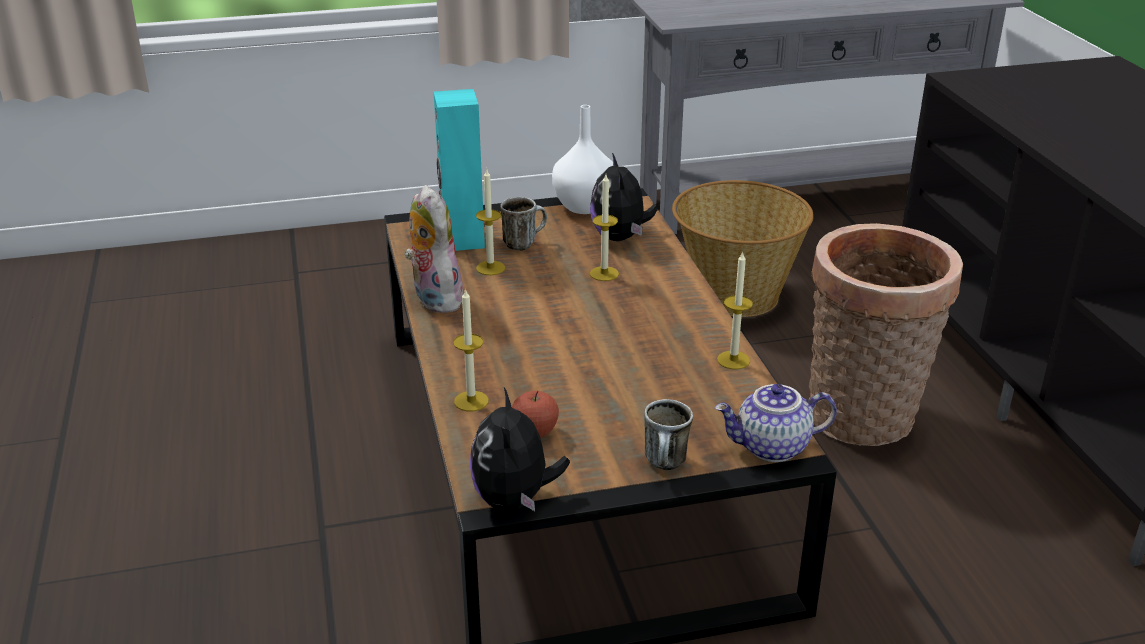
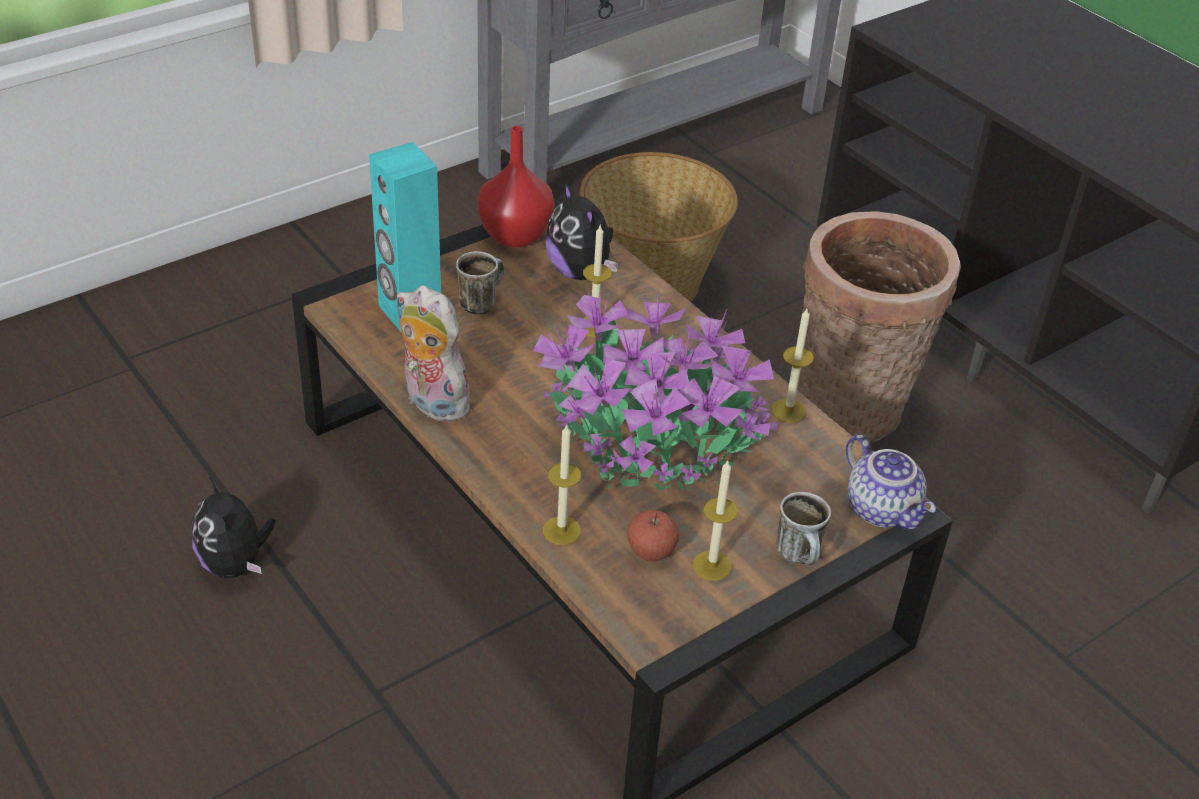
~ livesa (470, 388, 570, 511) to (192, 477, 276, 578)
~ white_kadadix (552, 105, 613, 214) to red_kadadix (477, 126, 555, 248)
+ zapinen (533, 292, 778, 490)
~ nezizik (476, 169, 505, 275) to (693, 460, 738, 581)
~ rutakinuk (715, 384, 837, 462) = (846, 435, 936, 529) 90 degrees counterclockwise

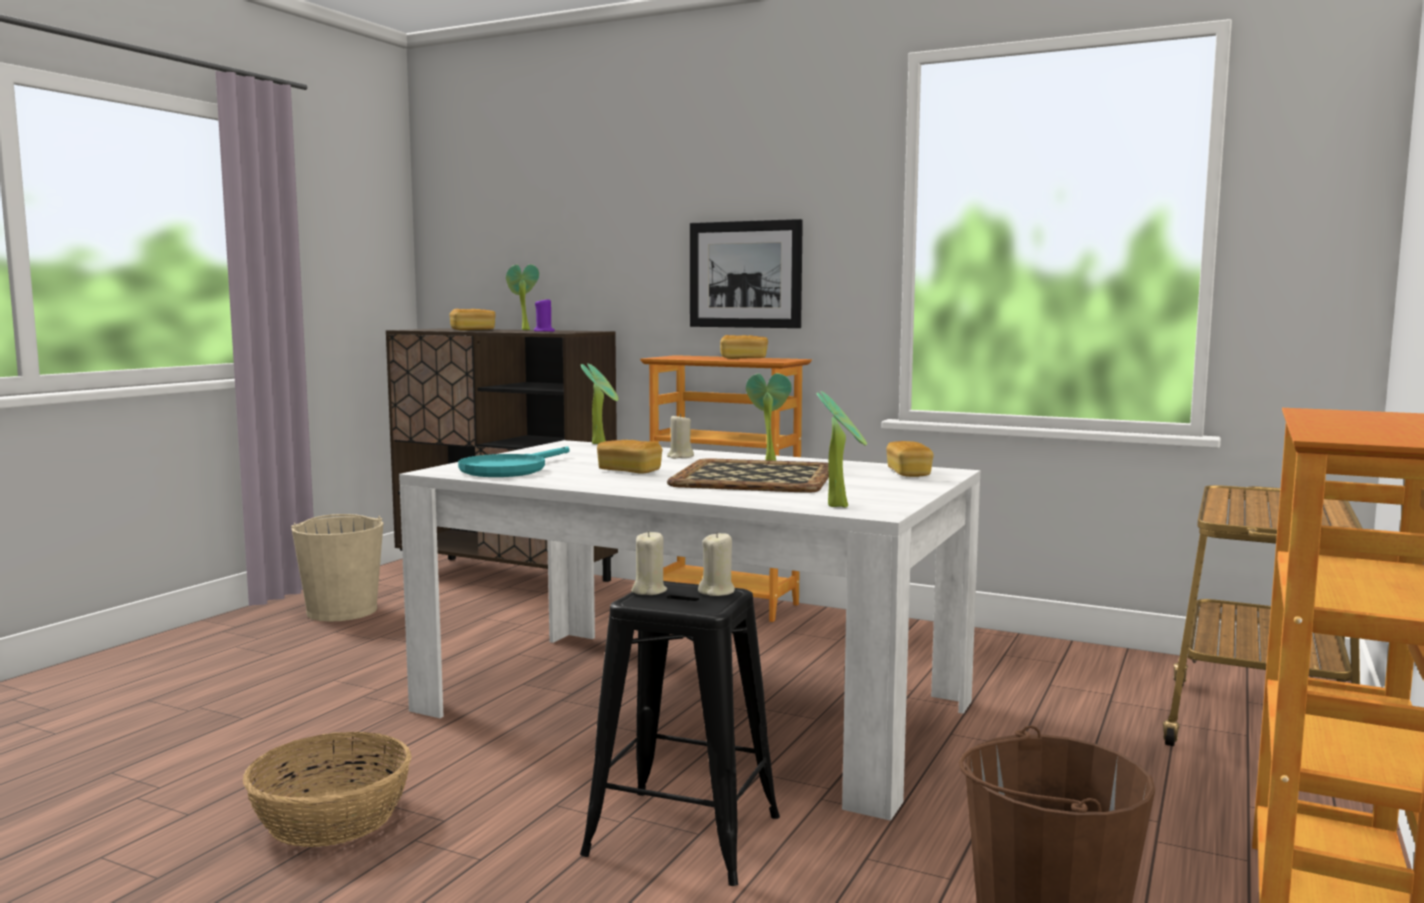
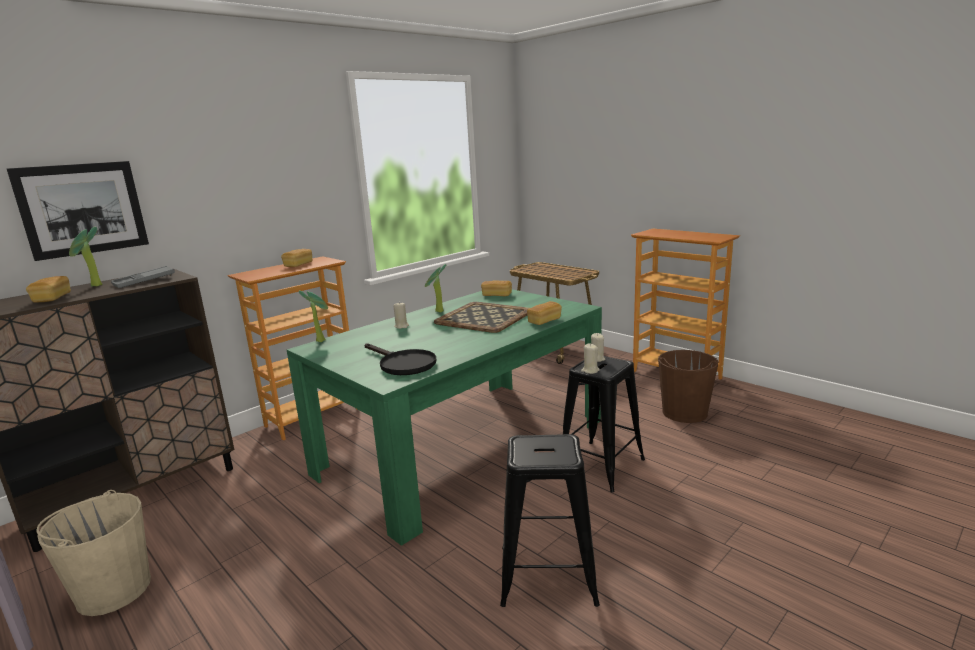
~ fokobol (690, 219, 803, 328) to (7, 161, 149, 261)
~ purple_nezizik (534, 298, 555, 332) to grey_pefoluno (111, 266, 175, 288)
~ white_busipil (399, 440, 980, 821) to green_busipil (287, 289, 602, 546)
~ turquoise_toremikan (458, 446, 569, 477) to black_toremikan (365, 343, 436, 375)
~ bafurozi (243, 732, 412, 847) to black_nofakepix (500, 434, 600, 607)
~ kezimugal (597, 440, 662, 474) to (527, 301, 562, 325)
- zapinen (817, 391, 867, 508)

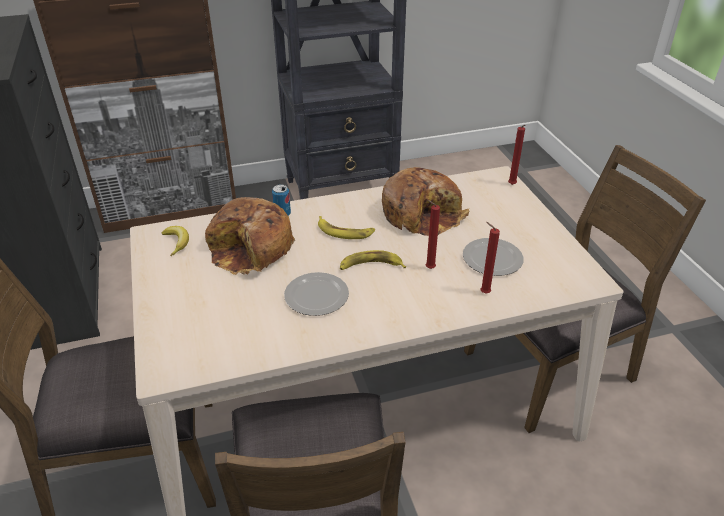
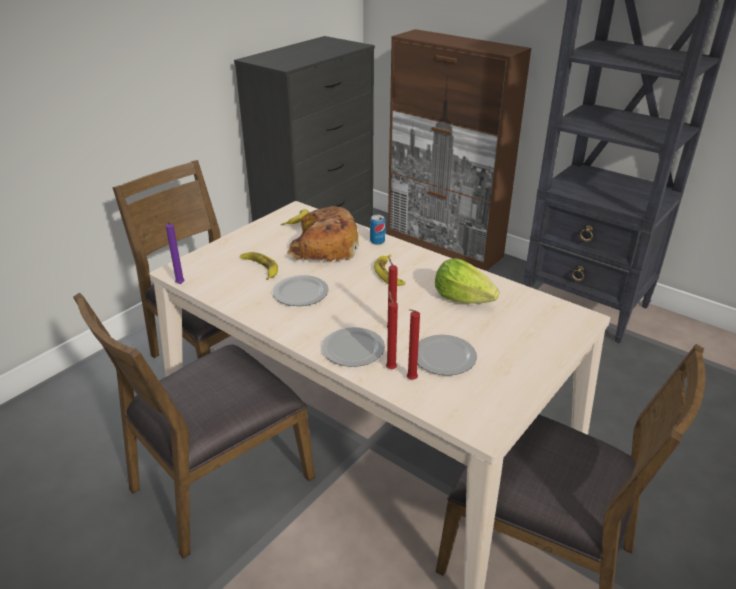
+ purple_nezizik (165, 222, 185, 284)
~ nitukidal (340, 250, 406, 270) to (240, 252, 278, 280)
+ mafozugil (322, 327, 385, 367)
~ red_nezizik (508, 125, 526, 185) to (407, 309, 420, 380)
~ kezimugal (382, 167, 470, 236) to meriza (435, 258, 499, 304)

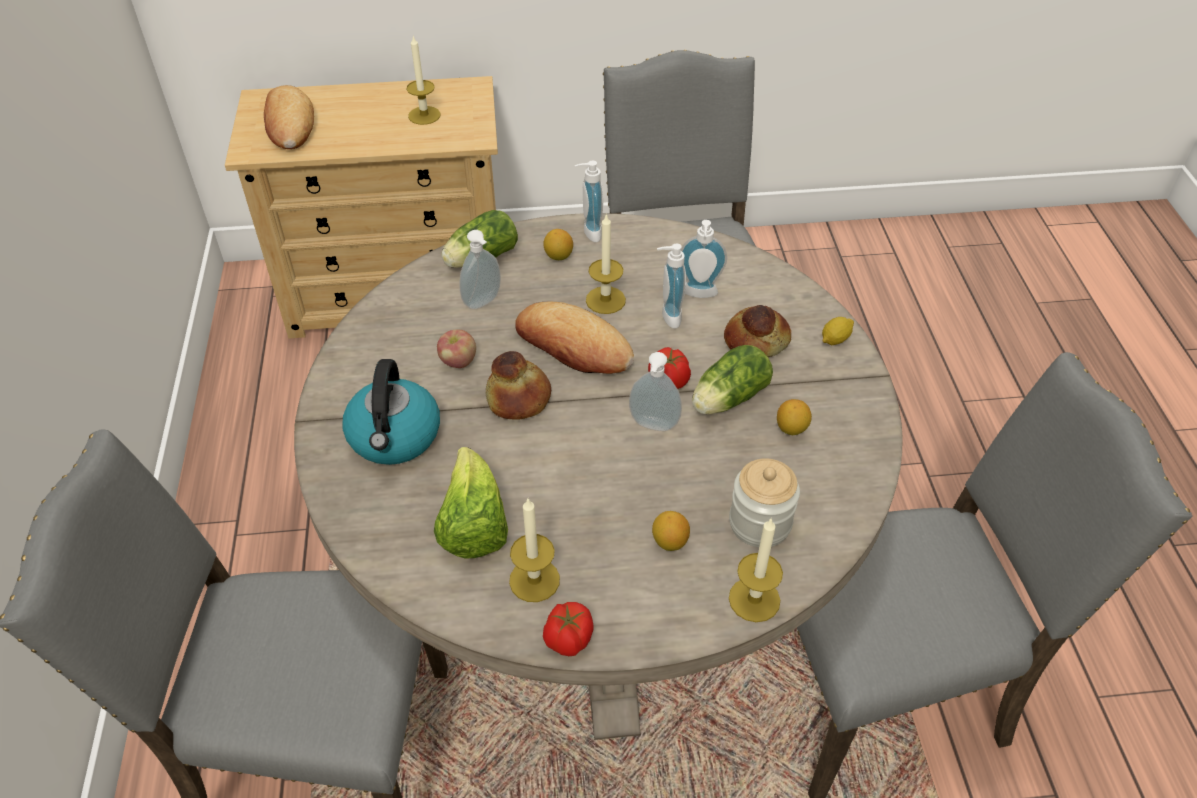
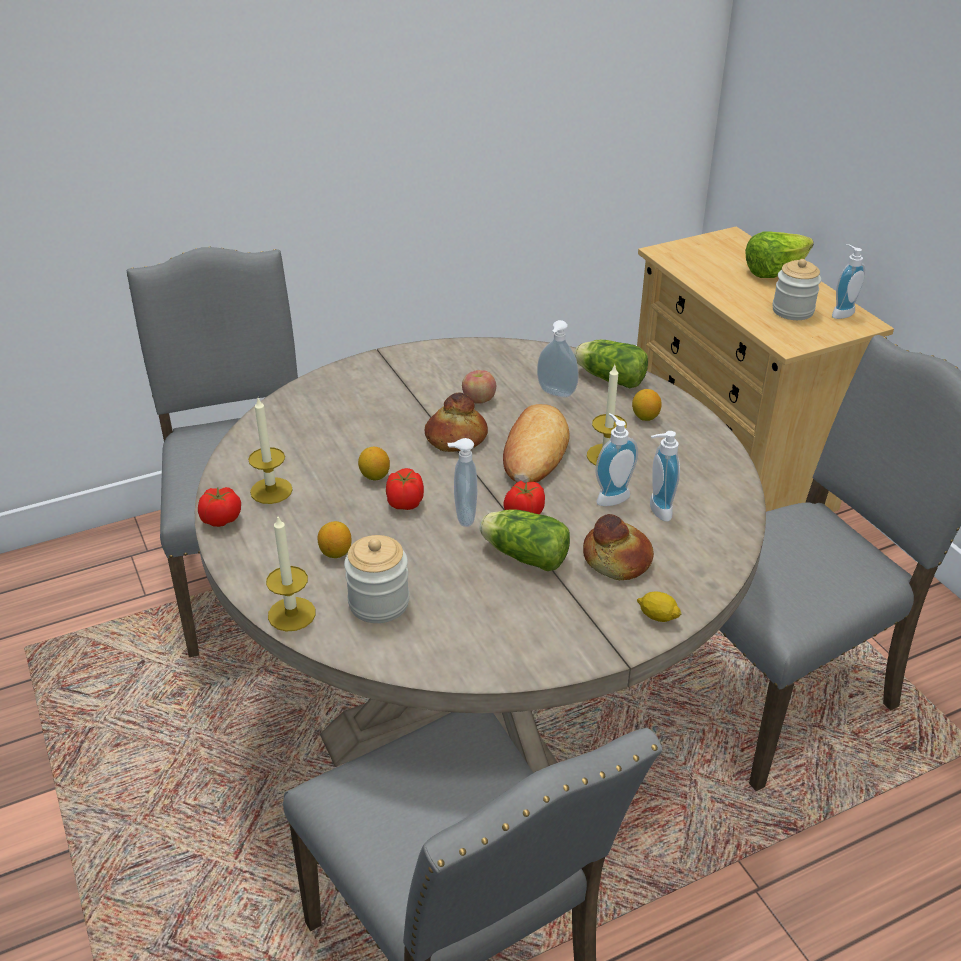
~ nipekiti (777, 399, 812, 435) to (358, 447, 390, 481)
+ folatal (386, 468, 424, 510)
~ meriza (434, 447, 508, 559) to (745, 231, 814, 278)
~ nezizik (407, 36, 441, 125) to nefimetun (772, 259, 821, 320)
~ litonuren (575, 160, 603, 242) to (832, 244, 865, 319)
- kezimugal (264, 85, 314, 149)
- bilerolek (342, 359, 440, 465)

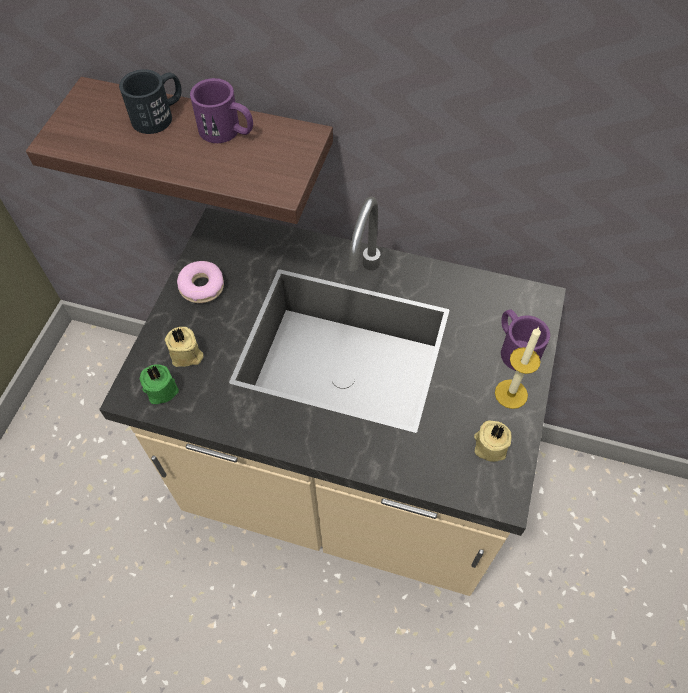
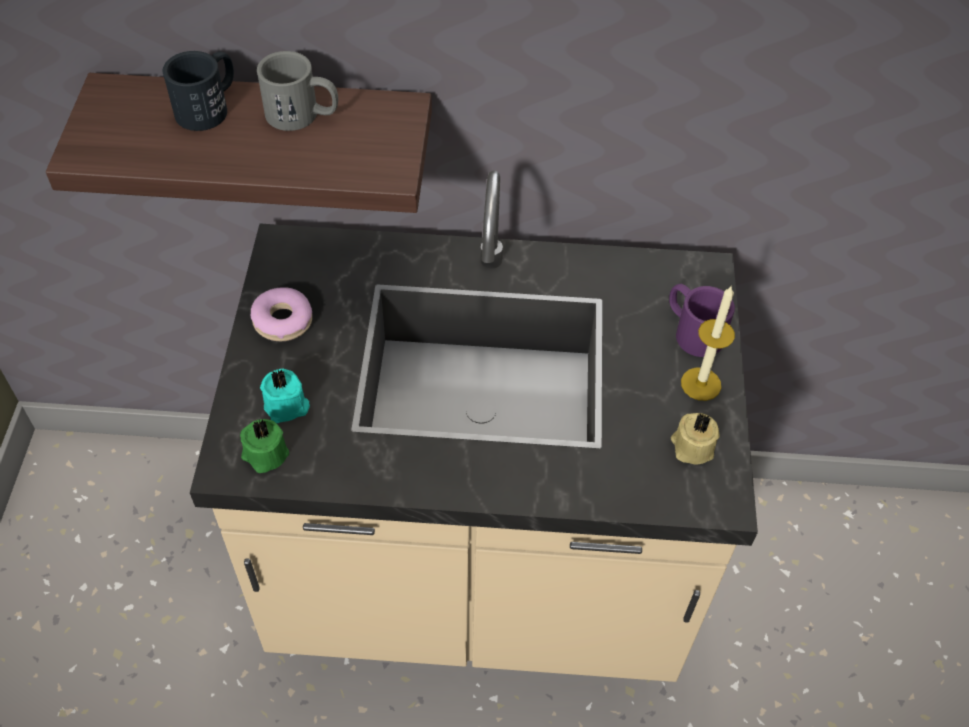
~ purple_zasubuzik (190, 78, 253, 143) to grey_zasubuzik (257, 51, 338, 131)
~ beige_nezizik (165, 327, 204, 367) to turquoise_nezizik (260, 369, 310, 423)

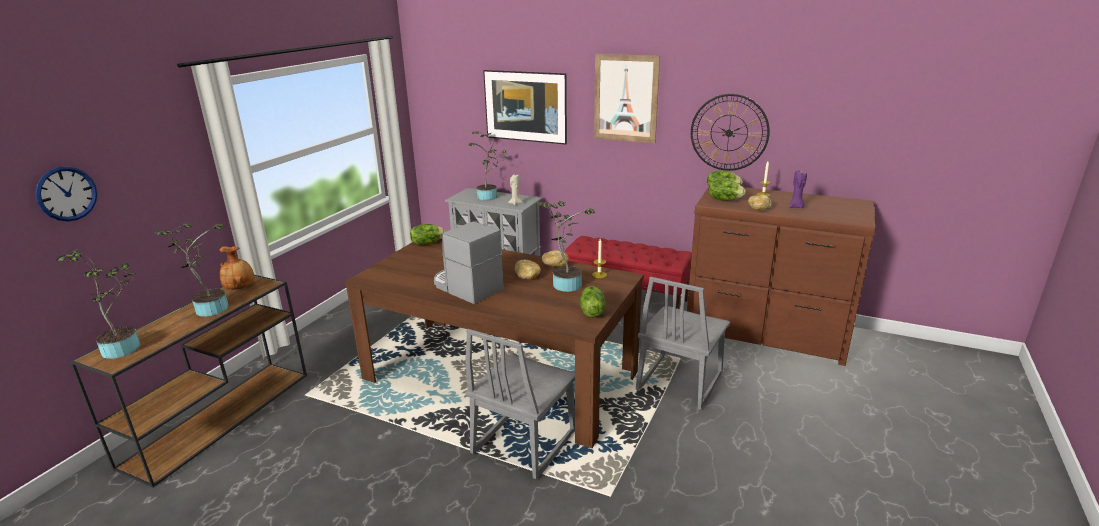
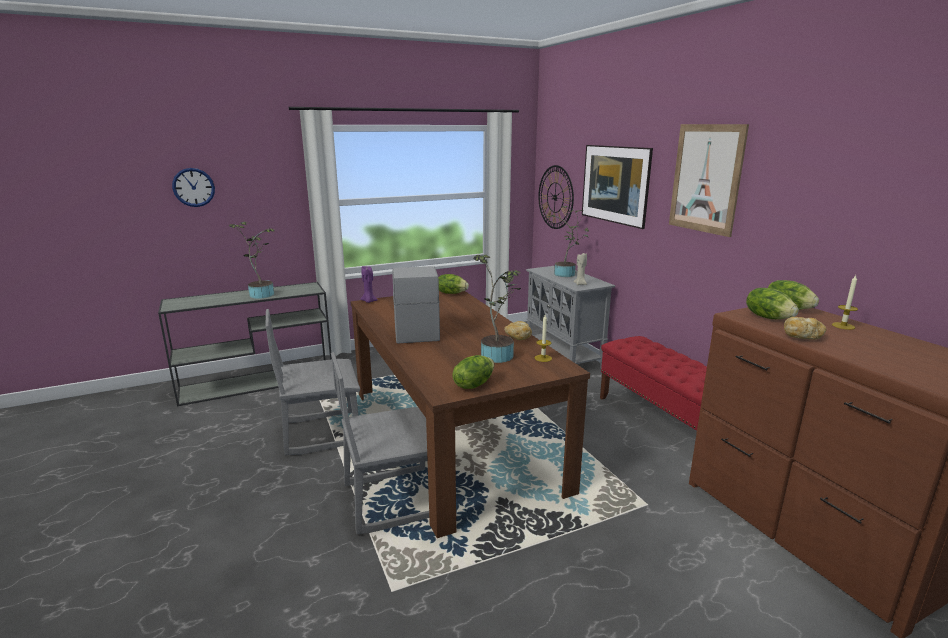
~ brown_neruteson (70, 275, 307, 487) to grey_neruteson (158, 282, 332, 406)
~ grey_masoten (636, 277, 730, 410) to (265, 309, 360, 455)
~ purple_nezizik (789, 170, 807, 208) to (361, 266, 378, 303)
~ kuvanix (691, 94, 770, 171) to (538, 165, 574, 229)
- zapinen (56, 250, 140, 359)
- brown_kadadix (220, 246, 255, 290)
- kezimugal (515, 260, 541, 279)

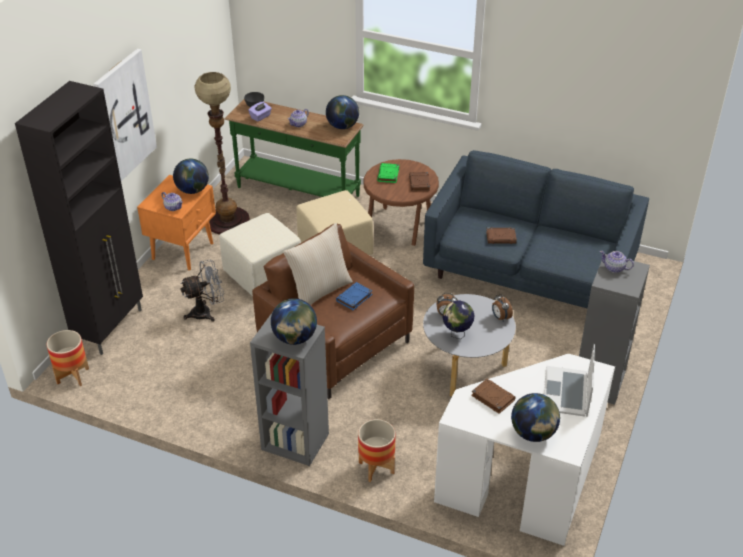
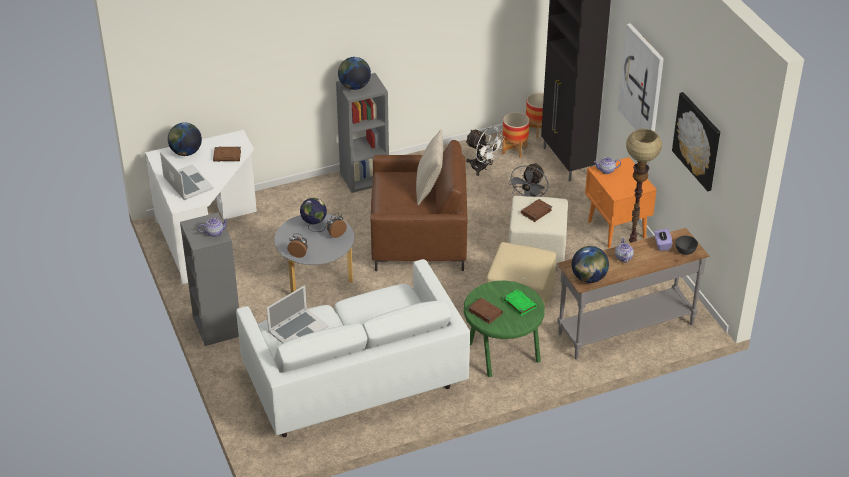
~ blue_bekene (423, 150, 649, 309) to white_bekene (236, 259, 470, 437)
+ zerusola (266, 285, 329, 344)
~ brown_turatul (364, 159, 439, 246) to green_turatul (464, 280, 544, 377)
+ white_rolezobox (465, 126, 505, 176)
~ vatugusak (358, 419, 395, 482) to (502, 112, 529, 158)
~ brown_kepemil (486, 227, 517, 244) to (521, 199, 552, 222)
~ green_neruteson (224, 99, 364, 197) to grey_neruteson (557, 228, 710, 360)
+ fokobol (672, 92, 720, 191)
- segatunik (173, 159, 209, 194)
- blue_kepemil (336, 282, 372, 310)

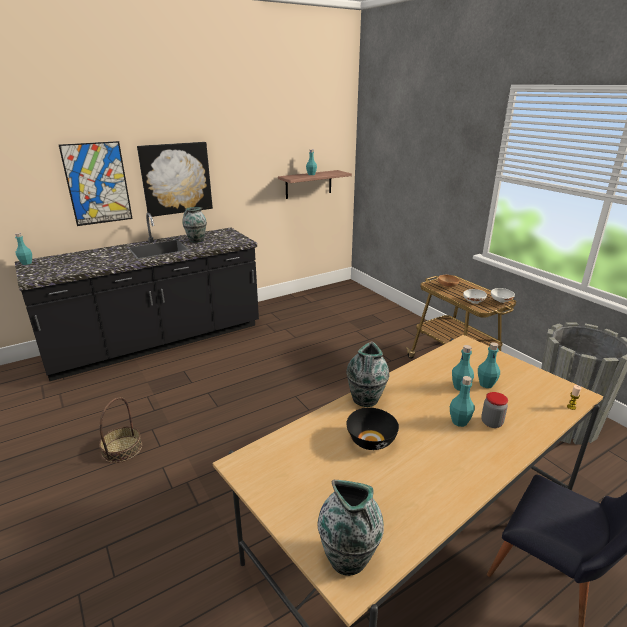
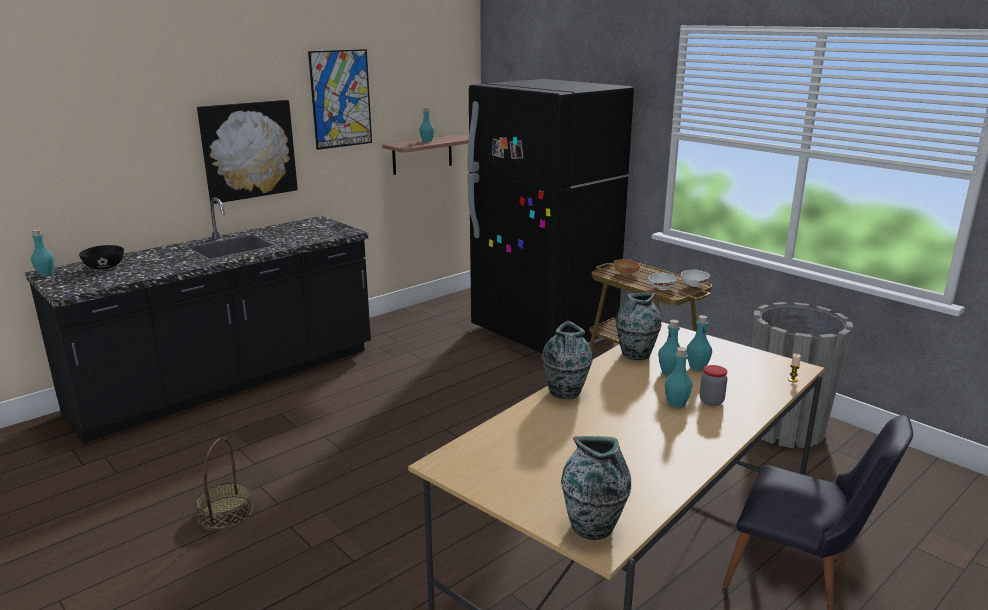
~ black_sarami (346, 407, 399, 450) to (79, 245, 124, 269)
~ fokobol (59, 141, 133, 226) to (308, 49, 372, 150)
+ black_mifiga (467, 79, 634, 353)
~ kadadix (182, 207, 207, 243) to (616, 292, 662, 360)

